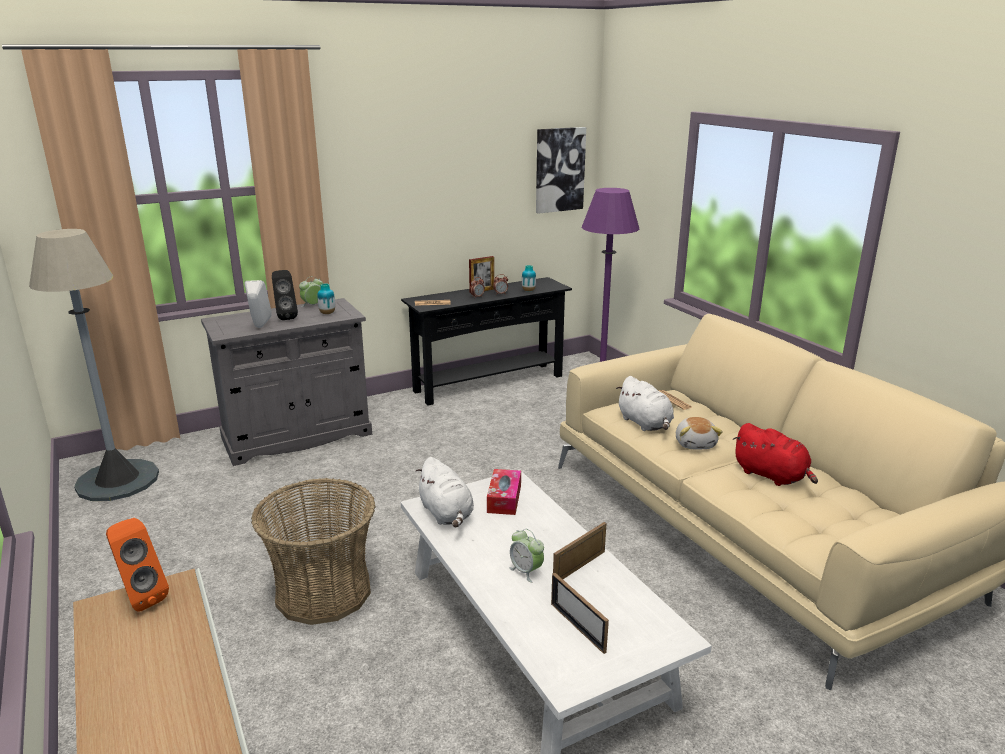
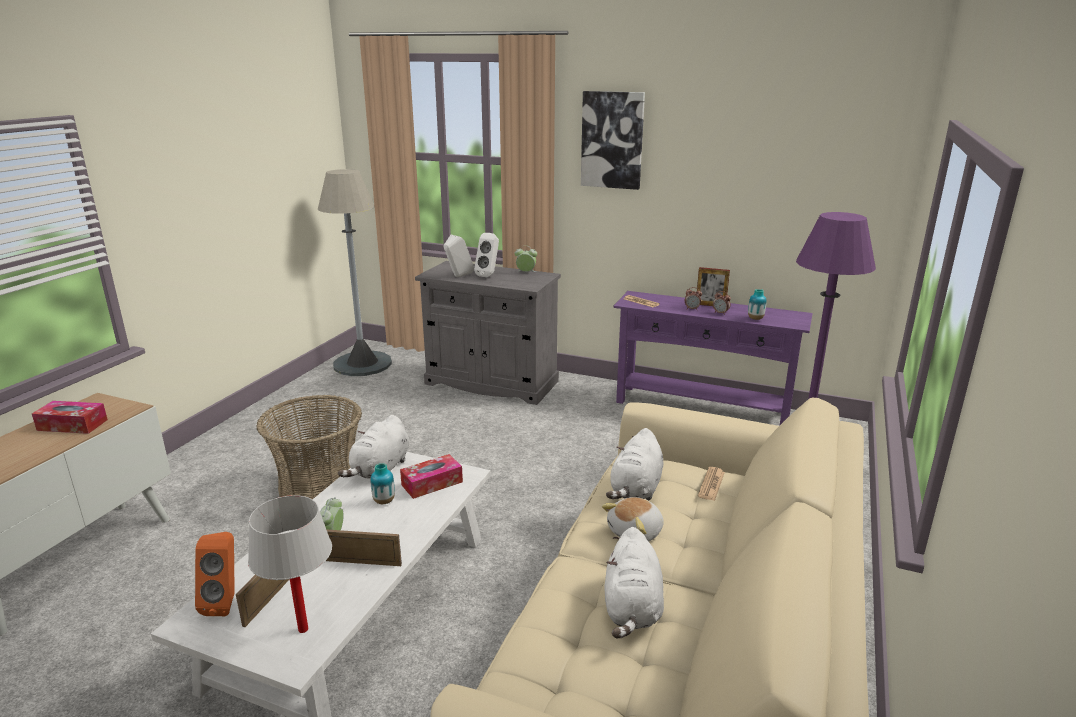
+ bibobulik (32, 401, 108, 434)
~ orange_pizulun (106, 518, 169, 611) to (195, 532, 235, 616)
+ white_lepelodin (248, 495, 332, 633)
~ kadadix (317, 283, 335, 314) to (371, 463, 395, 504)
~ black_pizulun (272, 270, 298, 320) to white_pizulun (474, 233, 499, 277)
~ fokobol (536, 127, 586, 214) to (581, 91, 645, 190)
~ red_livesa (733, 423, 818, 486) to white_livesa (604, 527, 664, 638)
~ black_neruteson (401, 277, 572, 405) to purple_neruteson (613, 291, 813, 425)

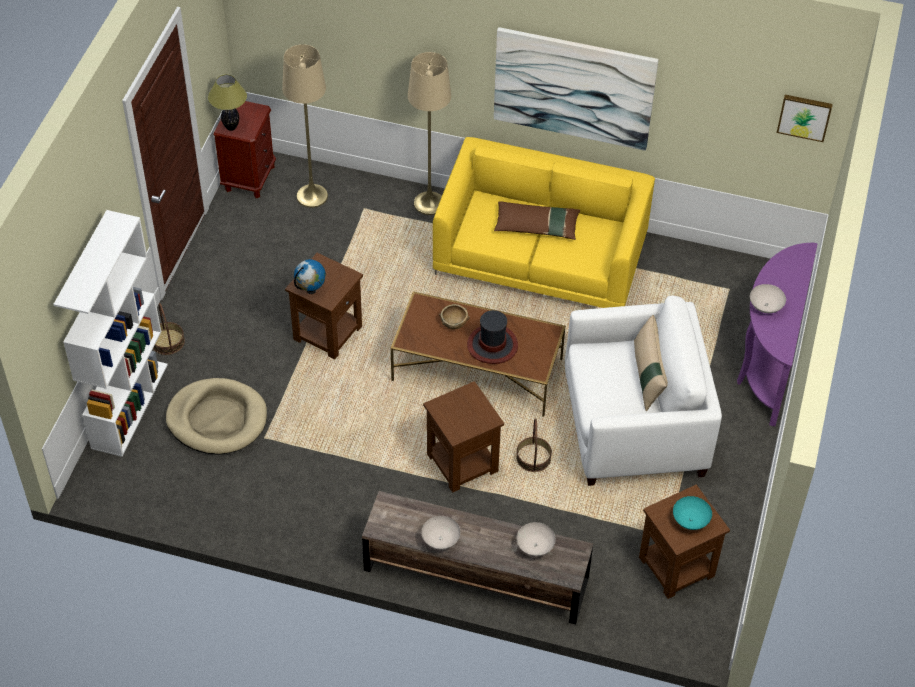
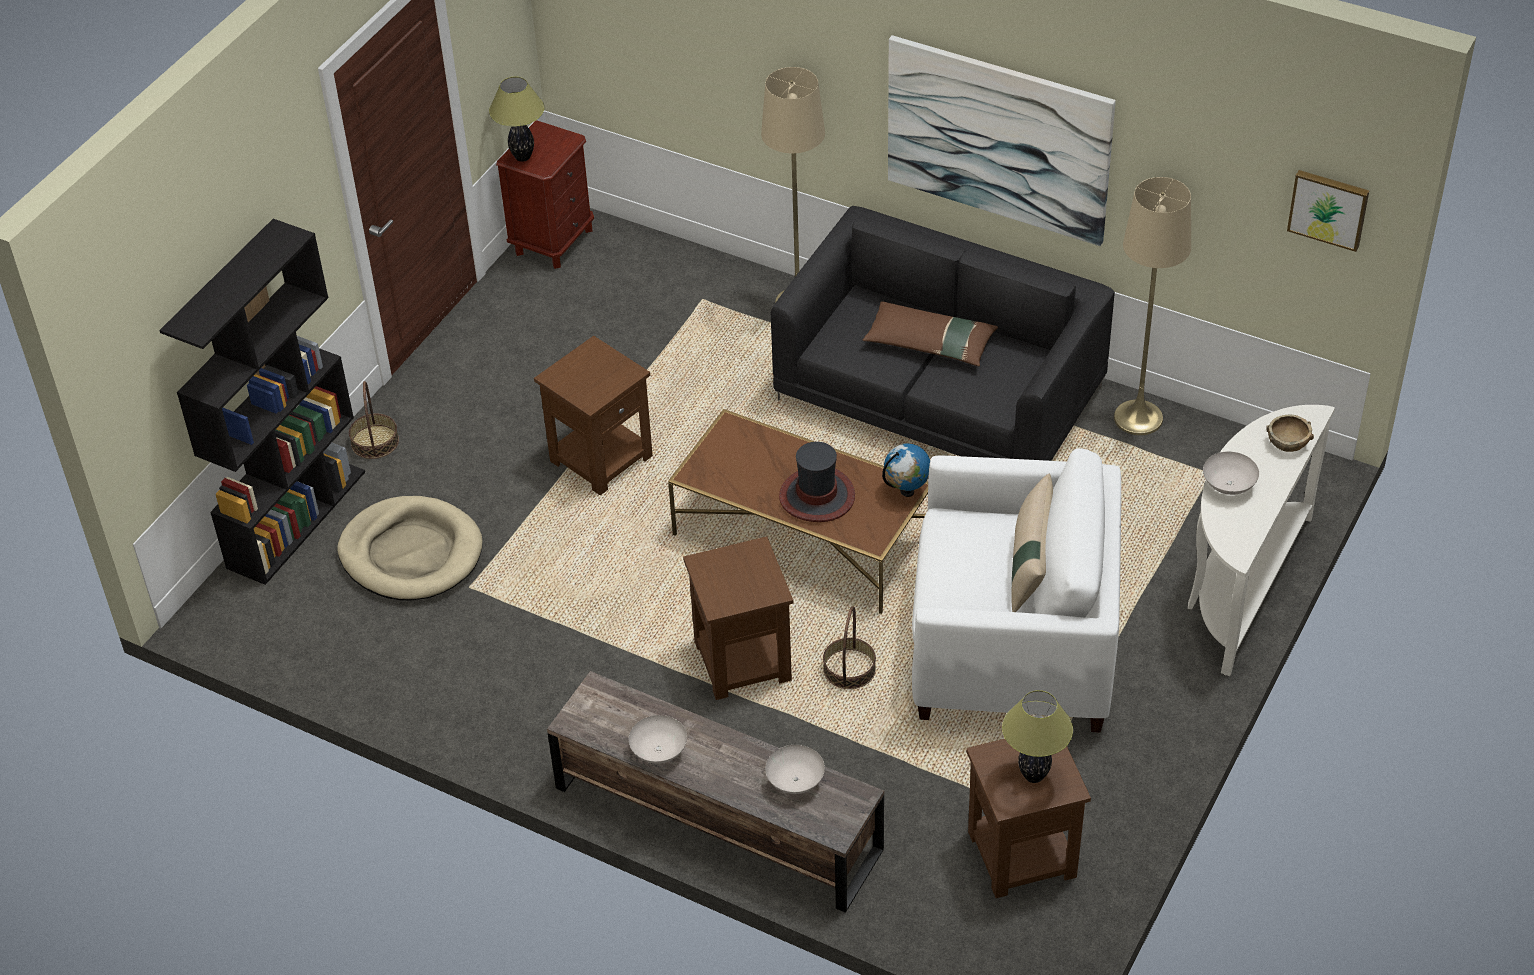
~ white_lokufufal (53, 210, 168, 457) to black_lokufufal (159, 219, 365, 585)
~ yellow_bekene (433, 137, 655, 308) to black_bekene (771, 206, 1115, 461)
~ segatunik (294, 259, 326, 294) to (882, 444, 930, 497)
~ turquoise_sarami (673, 496, 712, 530) to lepelodin (1002, 690, 1073, 783)
~ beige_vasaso (282, 44, 328, 208) to (1114, 177, 1191, 435)
~ purple_neruteson (737, 243, 818, 426) to white_neruteson (1188, 405, 1335, 676)
~ brown_sarami (439, 304, 470, 330) to (1267, 415, 1314, 452)

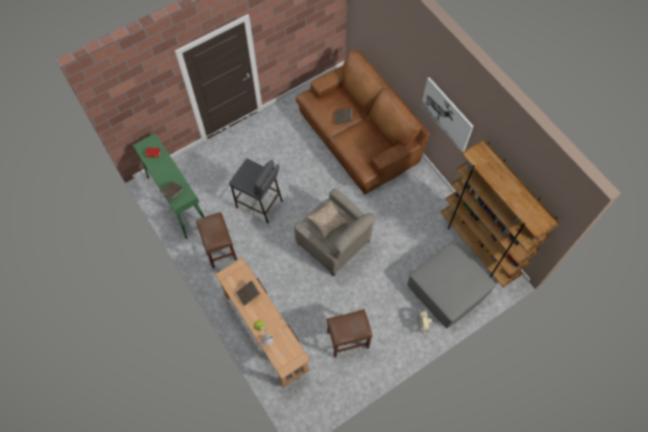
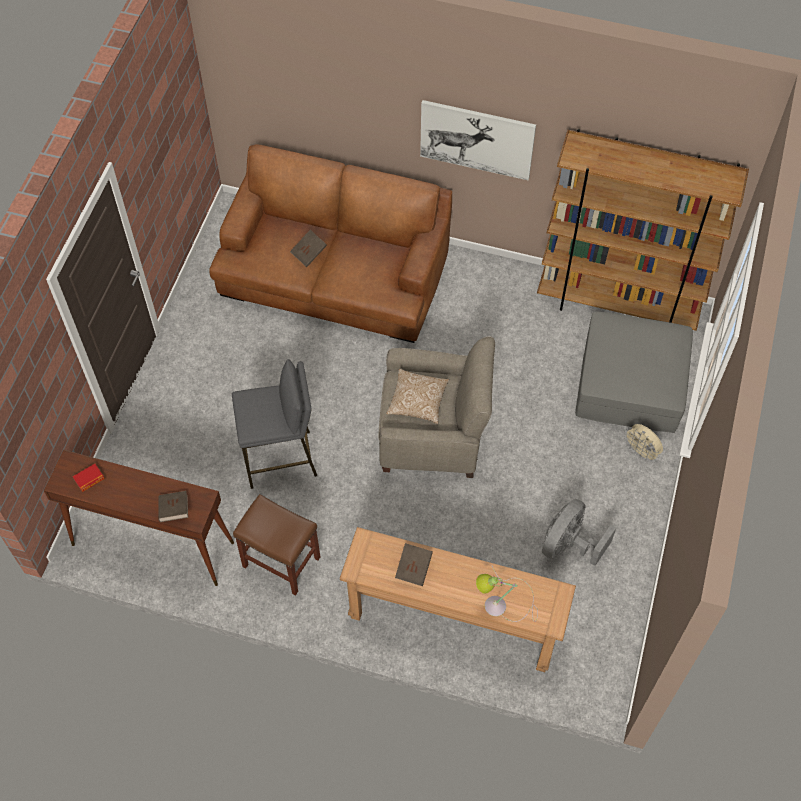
~ green_neruteson (133, 134, 205, 239) to brown_neruteson (44, 450, 234, 586)
~ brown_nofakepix (327, 309, 372, 358) to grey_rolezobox (542, 499, 616, 566)

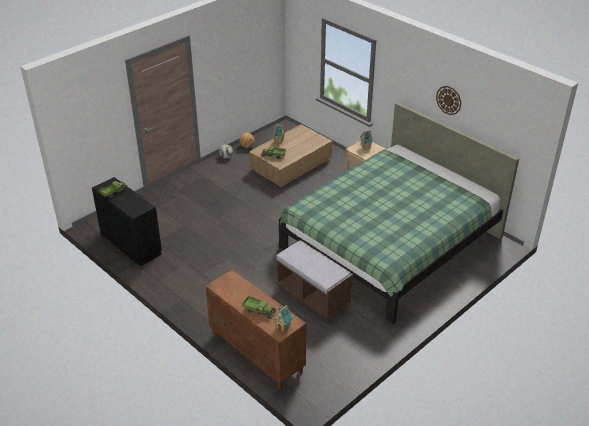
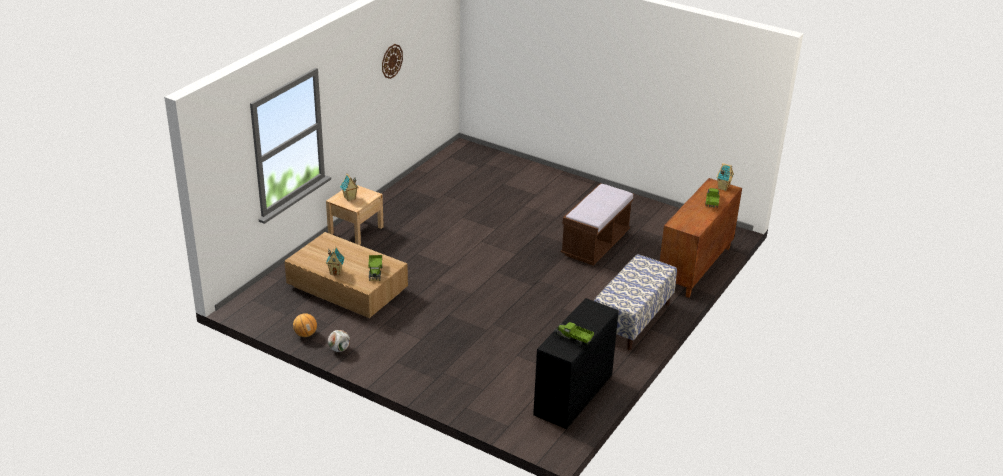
+ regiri (594, 254, 677, 350)
- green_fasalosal (279, 102, 519, 324)

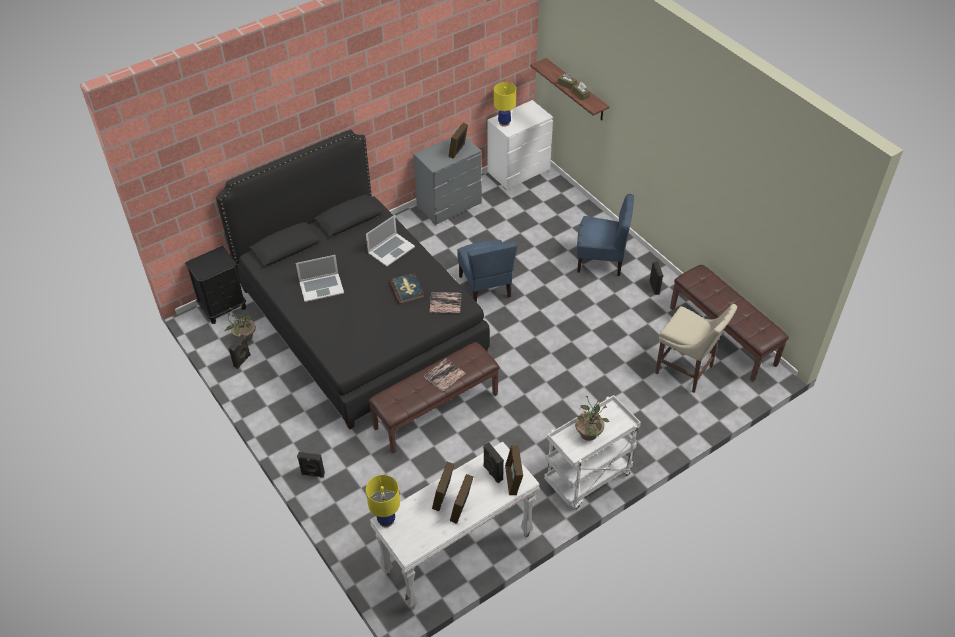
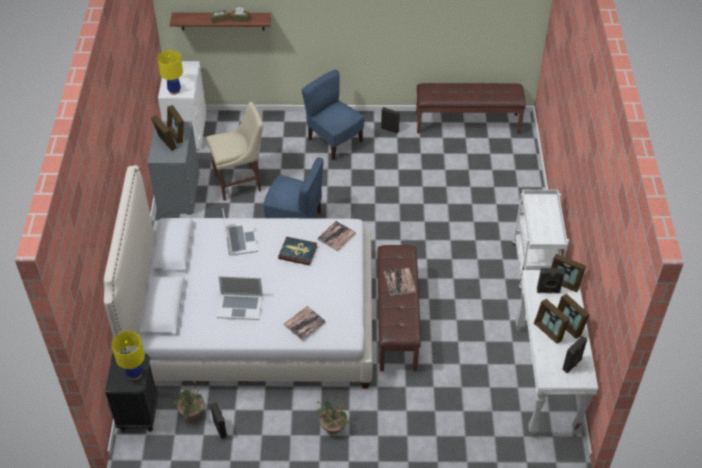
~ black_fasalosal (216, 130, 490, 430) to white_fasalosal (104, 165, 372, 388)
~ yellow_lepelodin (366, 475, 400, 527) to (112, 331, 145, 380)
+ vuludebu (151, 115, 177, 151)
~ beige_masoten (655, 304, 737, 393) to (206, 102, 263, 200)
~ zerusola (296, 255, 344, 302) = (217, 276, 263, 320) 75 degrees clockwise
+ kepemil (284, 306, 326, 341)
~ blue_masoten (577, 194, 634, 276) = (302, 70, 364, 161) 90 degrees counterclockwise
~ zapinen (575, 395, 610, 441) to (315, 394, 350, 435)
~ black_pizulun (297, 452, 325, 478) to (562, 336, 587, 373)

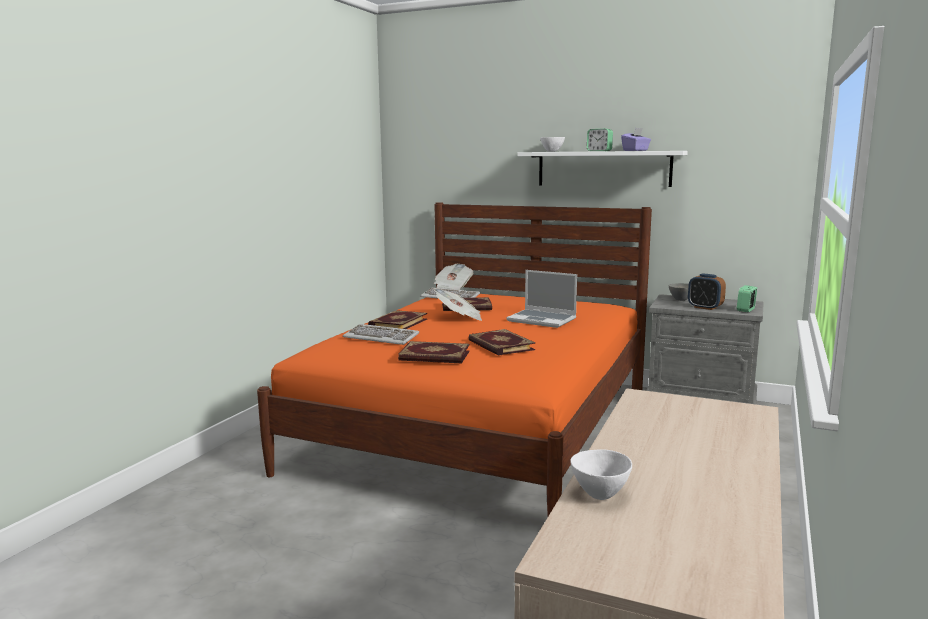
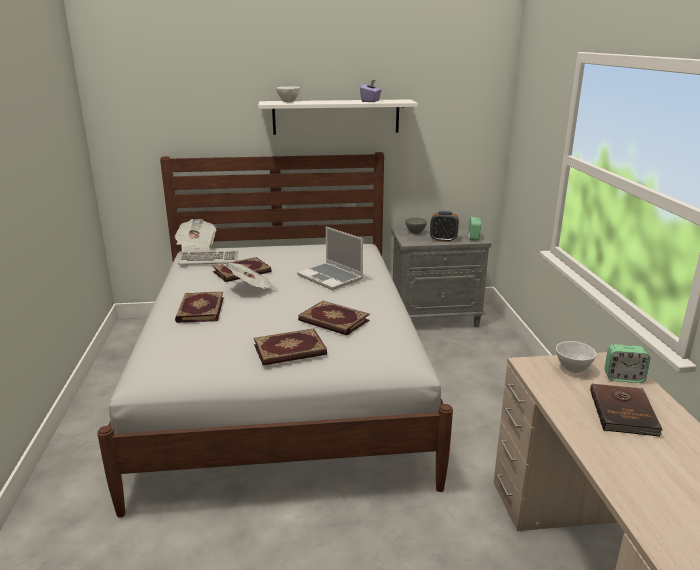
~ orange_fasalosal (257, 202, 652, 516) to white_fasalosal (97, 152, 453, 518)
~ zerusola (506, 270, 577, 328) = (297, 227, 363, 290) 45 degrees clockwise
~ white_sarami (570, 449, 632, 500) to (556, 341, 596, 373)
+ brown_kepemil (590, 383, 663, 437)
~ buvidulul (587, 129, 613, 151) to (604, 344, 650, 383)
- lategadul (343, 324, 419, 345)

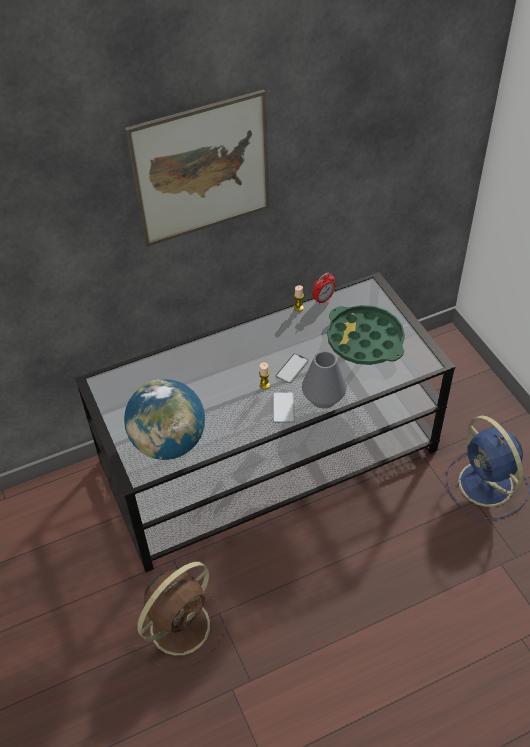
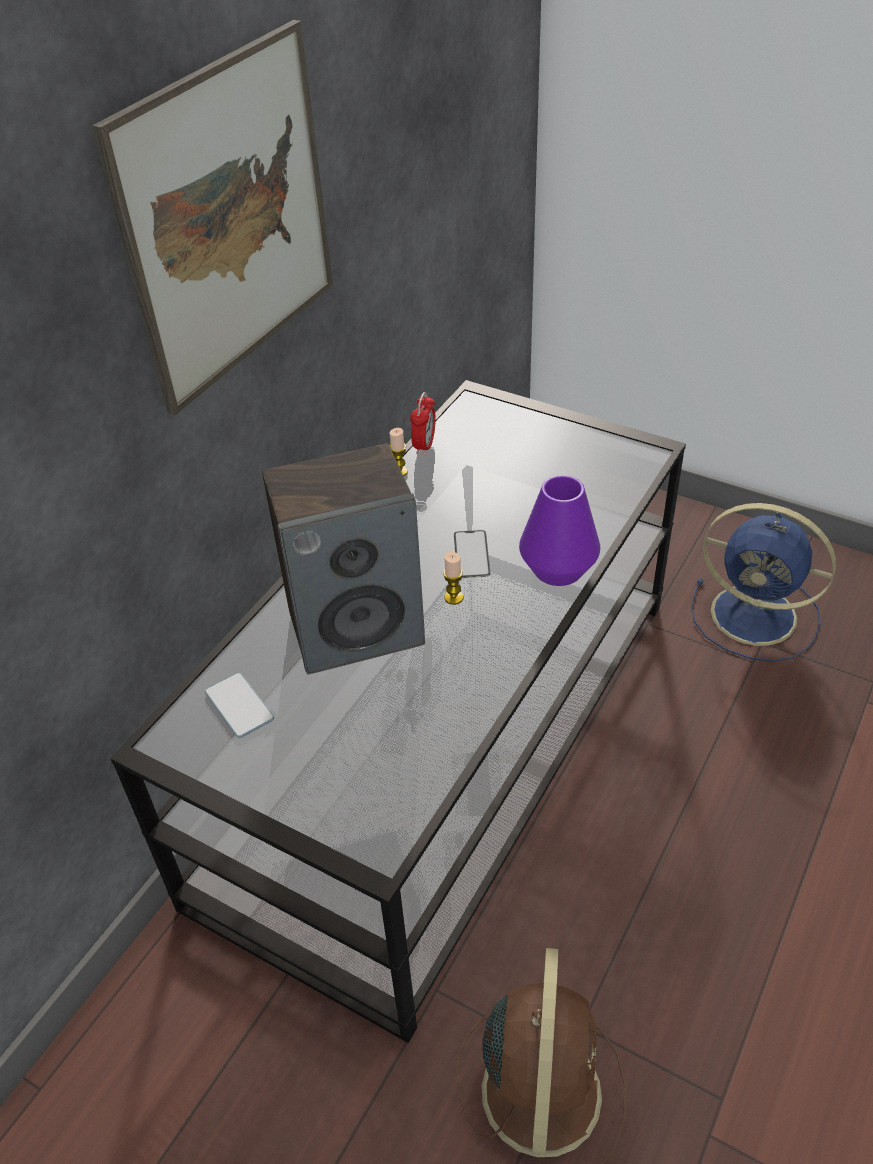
~ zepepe (273, 392, 294, 423) to (205, 673, 274, 738)
+ pizulun (262, 444, 425, 674)
~ grey_kadadix (302, 351, 347, 408) to purple_kadadix (519, 475, 600, 586)
- segatunik (124, 379, 205, 460)
- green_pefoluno (327, 305, 405, 365)

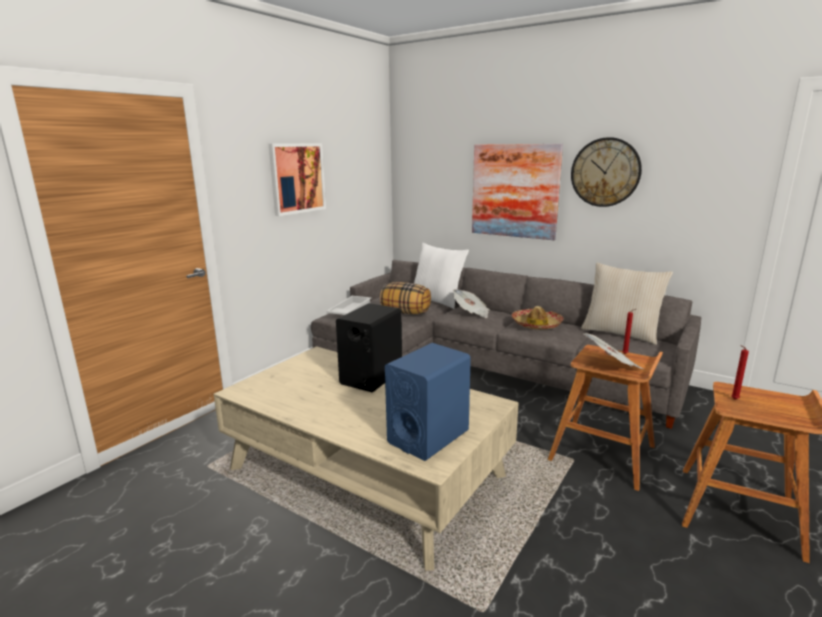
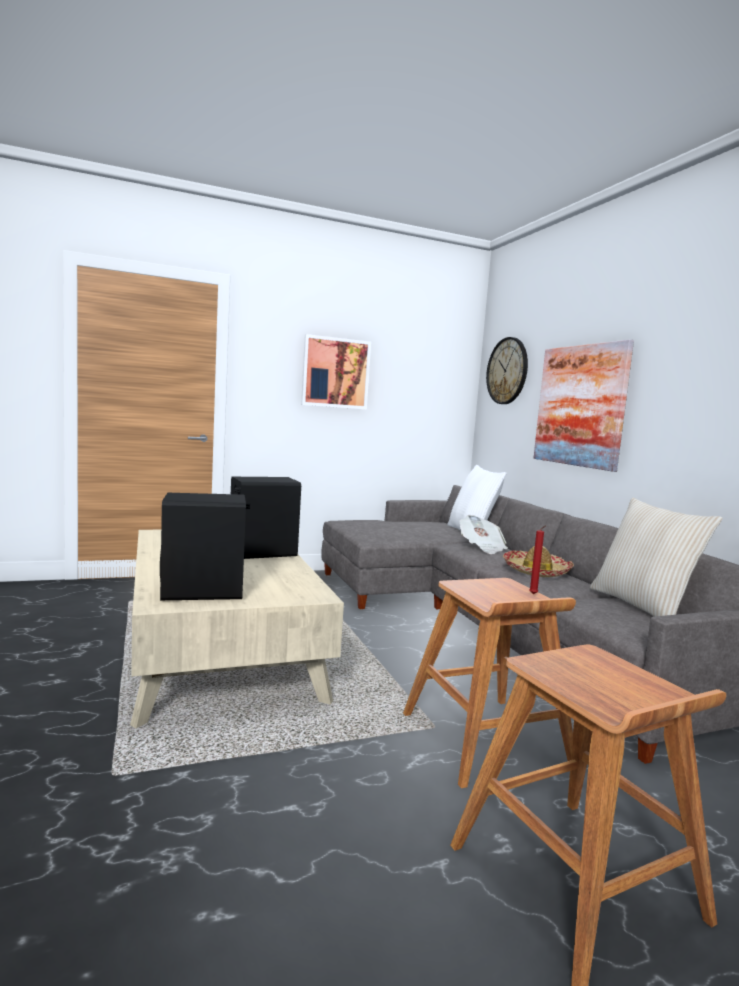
~ blue_pizulun (385, 343, 471, 461) to black_pizulun (160, 493, 250, 600)
~ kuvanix (571, 137, 642, 207) to (486, 337, 528, 404)
- white_pefoluno (326, 296, 371, 315)
- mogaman (380, 282, 431, 314)
- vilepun (584, 333, 643, 369)
- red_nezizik (731, 345, 749, 399)

